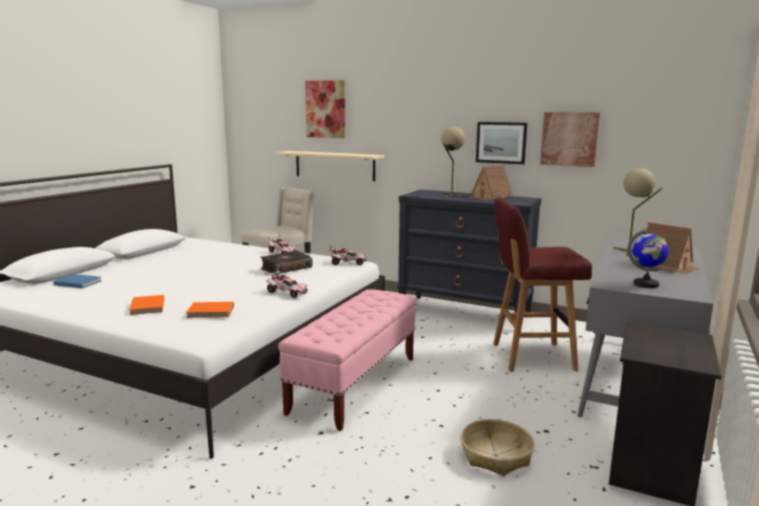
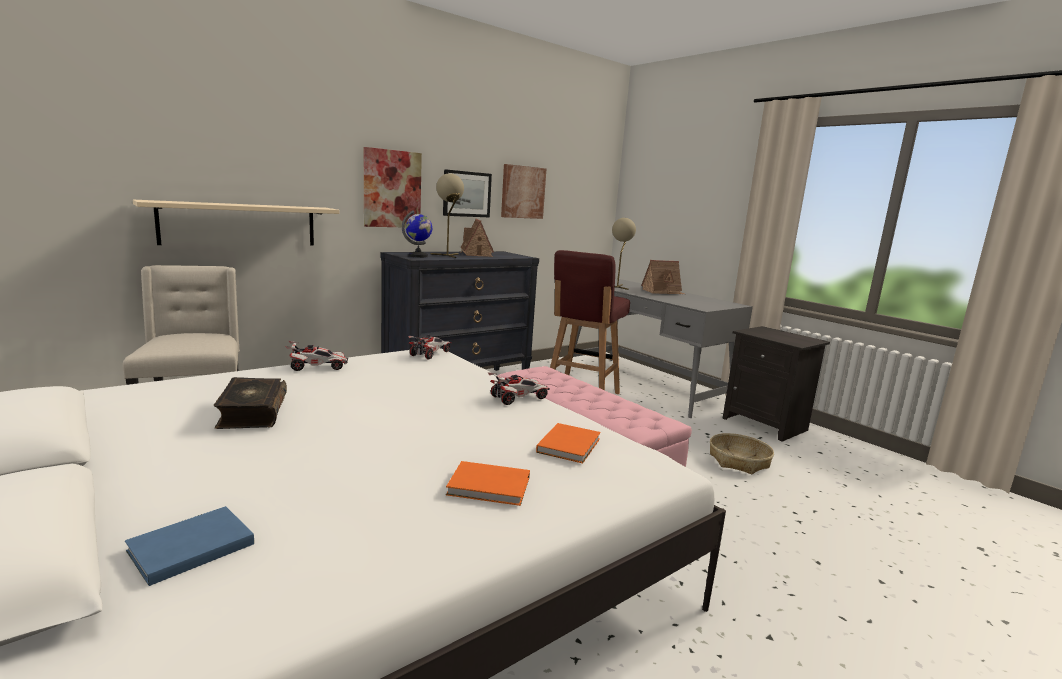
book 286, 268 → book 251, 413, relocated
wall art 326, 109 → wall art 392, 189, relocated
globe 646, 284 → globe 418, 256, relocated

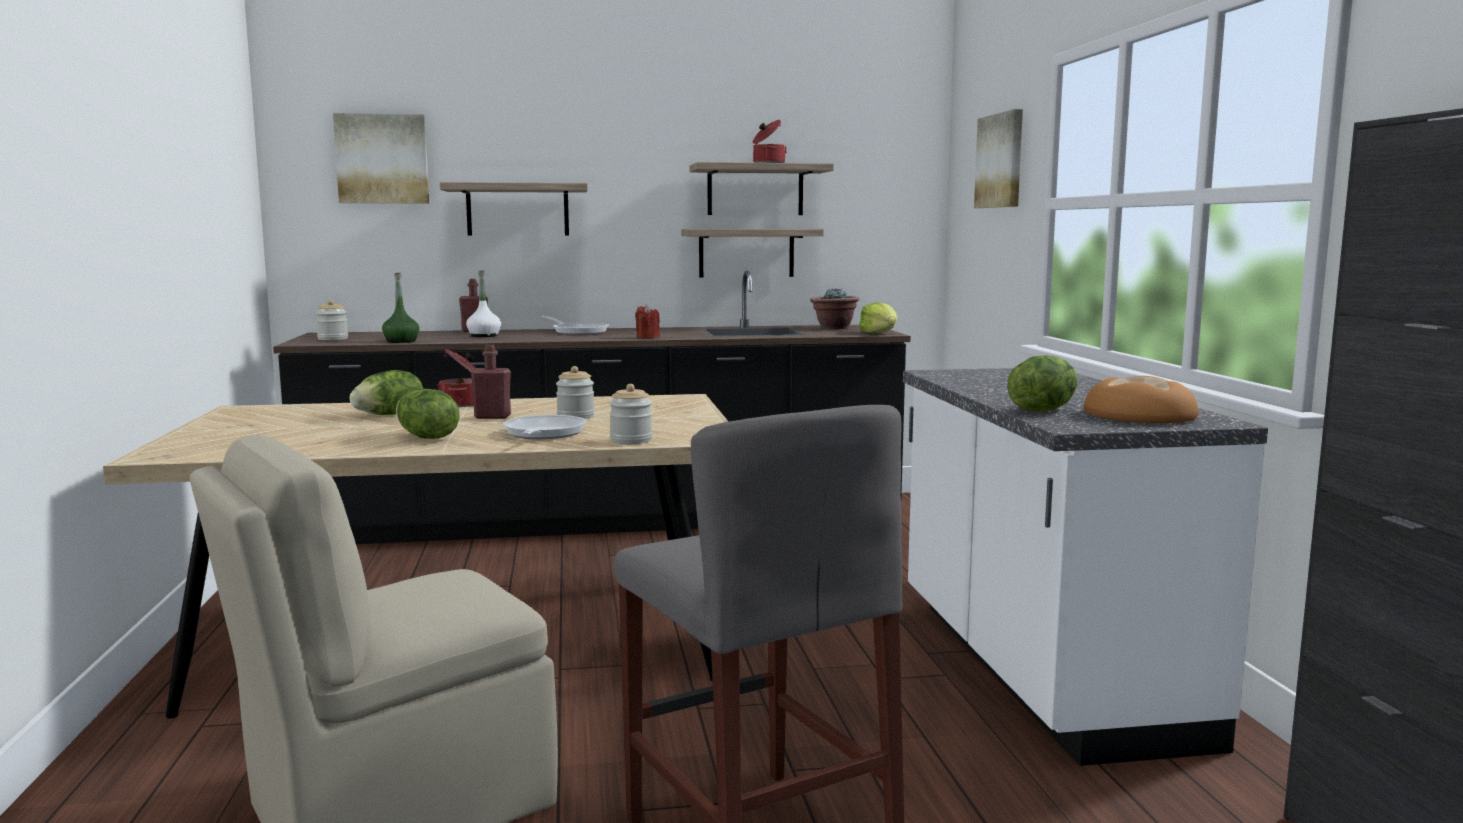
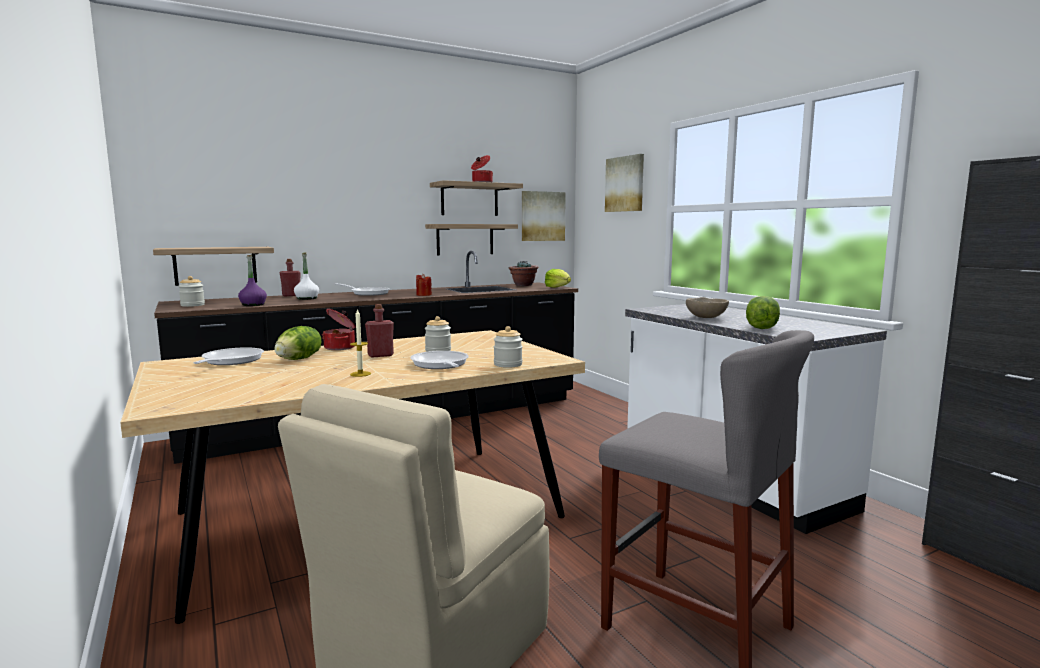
wall art 382, 159 → wall art 542, 216, relocated
drink bottle (green) 401, 341 → drink bottle (purple) 253, 305
lettuce 426, 437 → wax light 360, 374
wall shelf 517, 210 → wall shelf 215, 265, relocated
bread 1138, 415 → -
- → pan 230, 361
- → serving bowl (beige) 706, 318

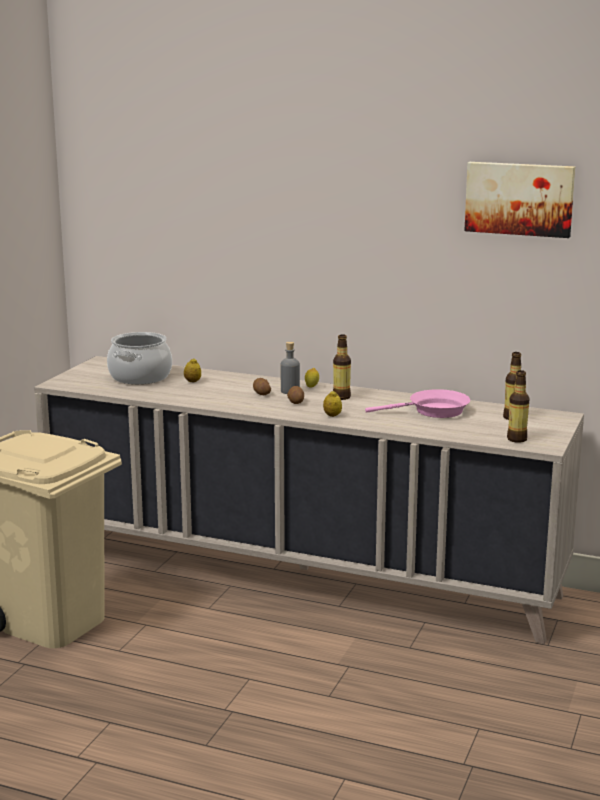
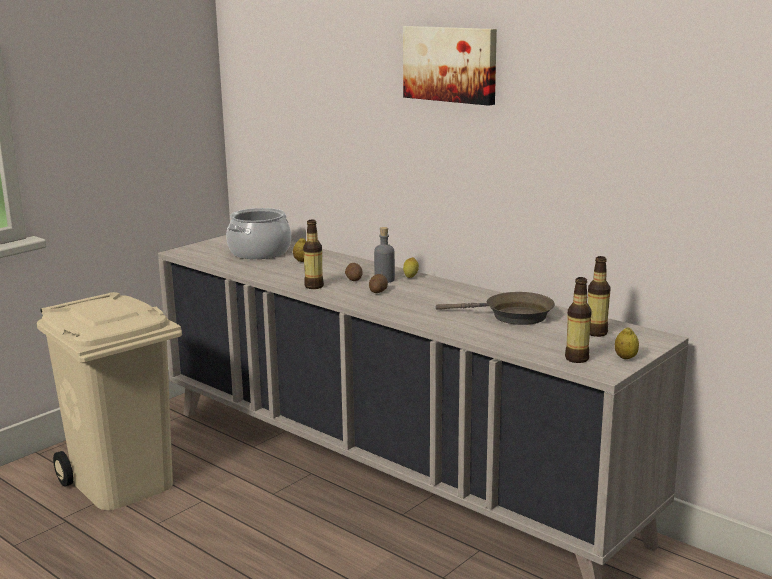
lemon 332, 415 → lemon 625, 358, relocated
drink bottle 341, 397 → drink bottle 314, 286, relocated
pan (pinkish) 433, 411 → pan (brownish) 512, 316
wall art 519, 198 → wall art 451, 64, relocated

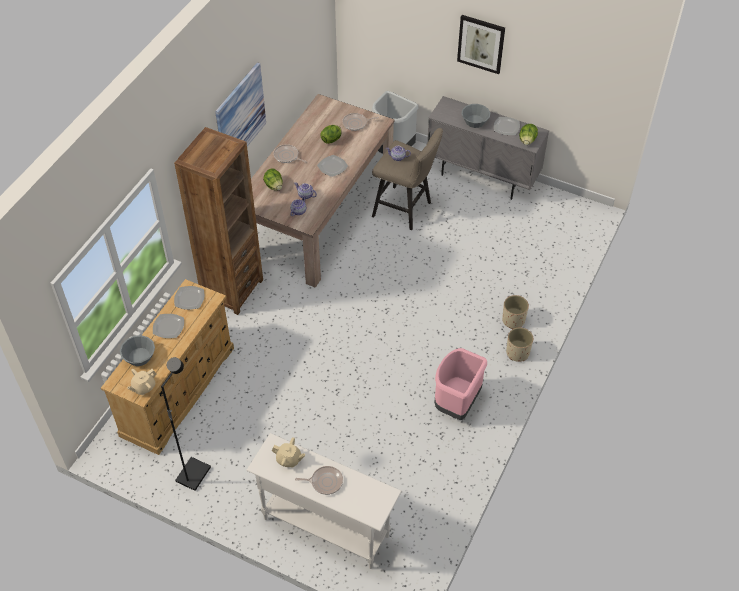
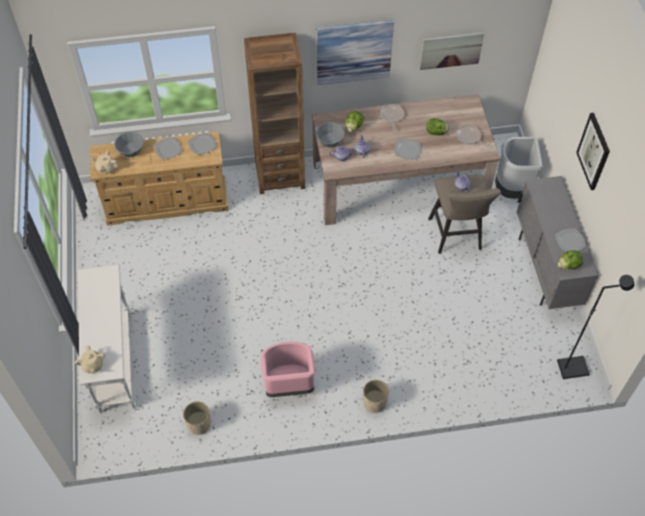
standing lamp (blackish) 193, 474 → standing lamp (blackish) 572, 367, relocated
teapot (beige) 289, 459 → teapot (beige) 92, 365, relocated
pan 325, 482 → -
serving bowl (gray) 475, 121 → serving bowl (gray) 330, 140, relocated
flower pot (beige) 513, 320 → flower pot (beige) 199, 424, relocated
- → wall art 451, 50

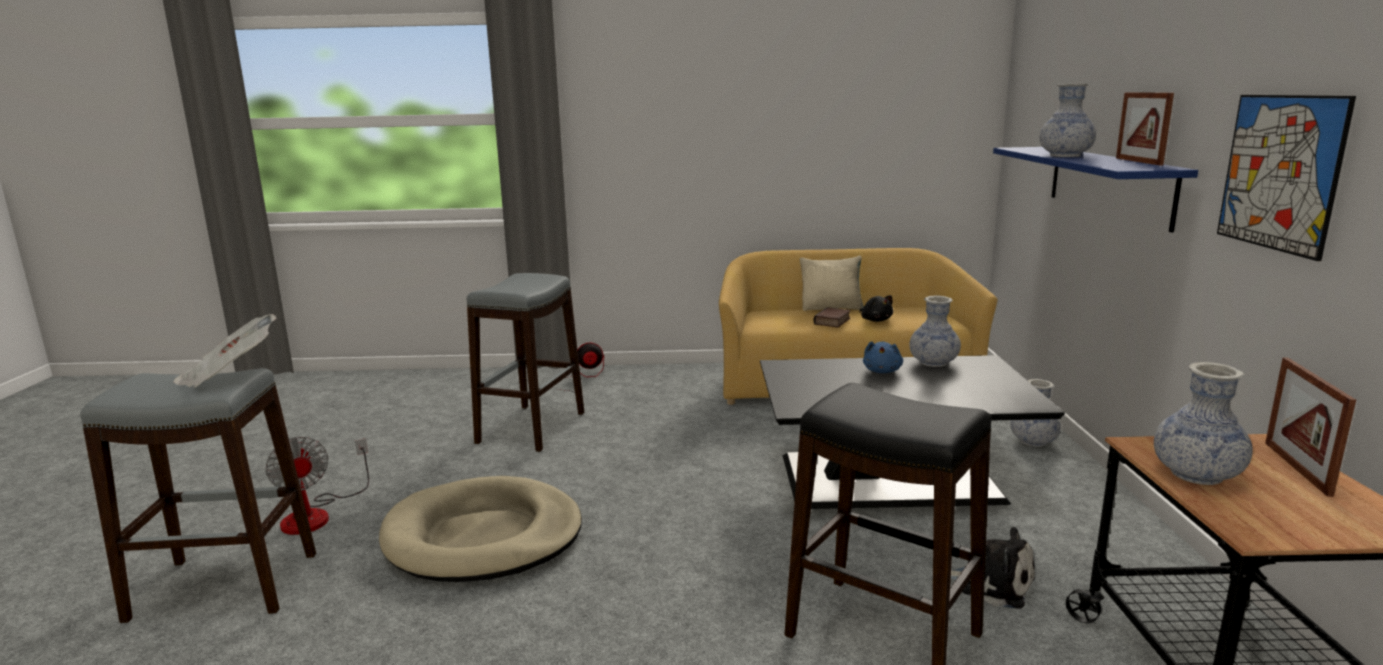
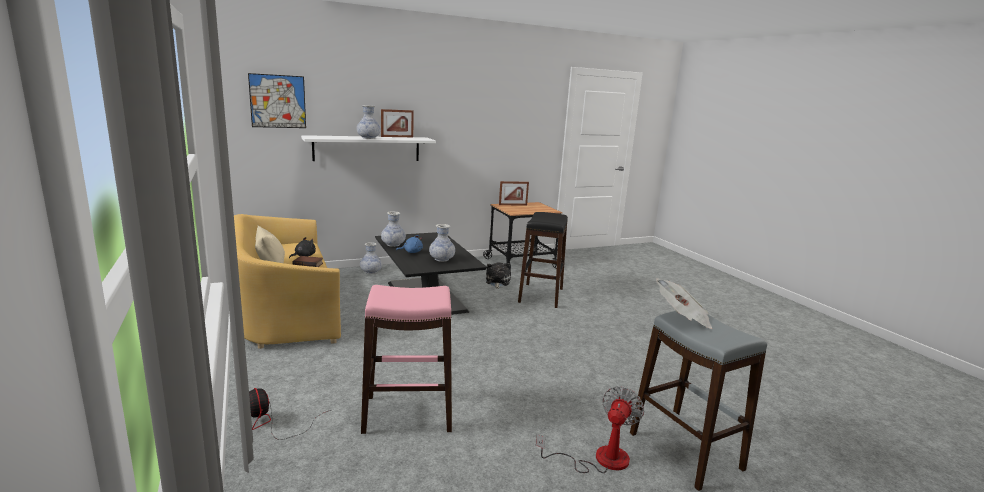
dog cushion (beige) 483, 536 → -
sitting stool (gray) 531, 428 → sitting stool (pinkish) 408, 413
wall shelf (bluish) 1108, 184 → wall shelf (white) 367, 148
vase 1196, 475 → vase 441, 259, relocated
wall art 1280, 172 → wall art 278, 101, relocated

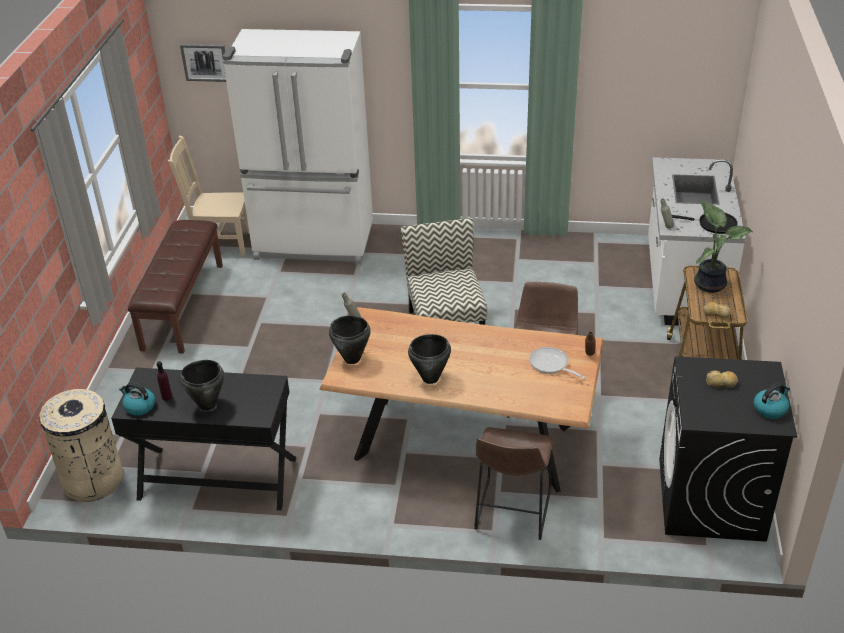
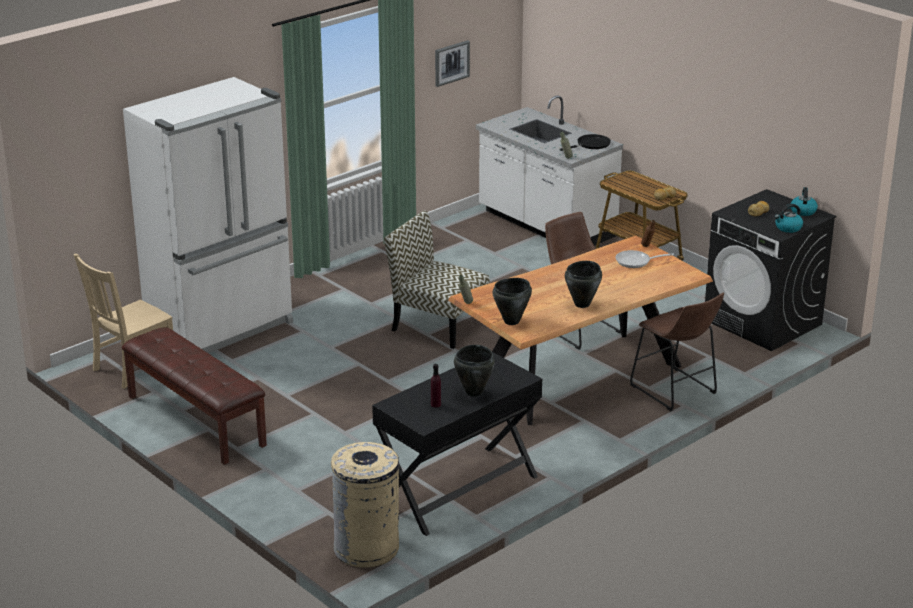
tea kettle 139, 406 → tea kettle 788, 228, relocated
wall art 205, 62 → wall art 451, 63, relocated
houseplant 710, 283 → -

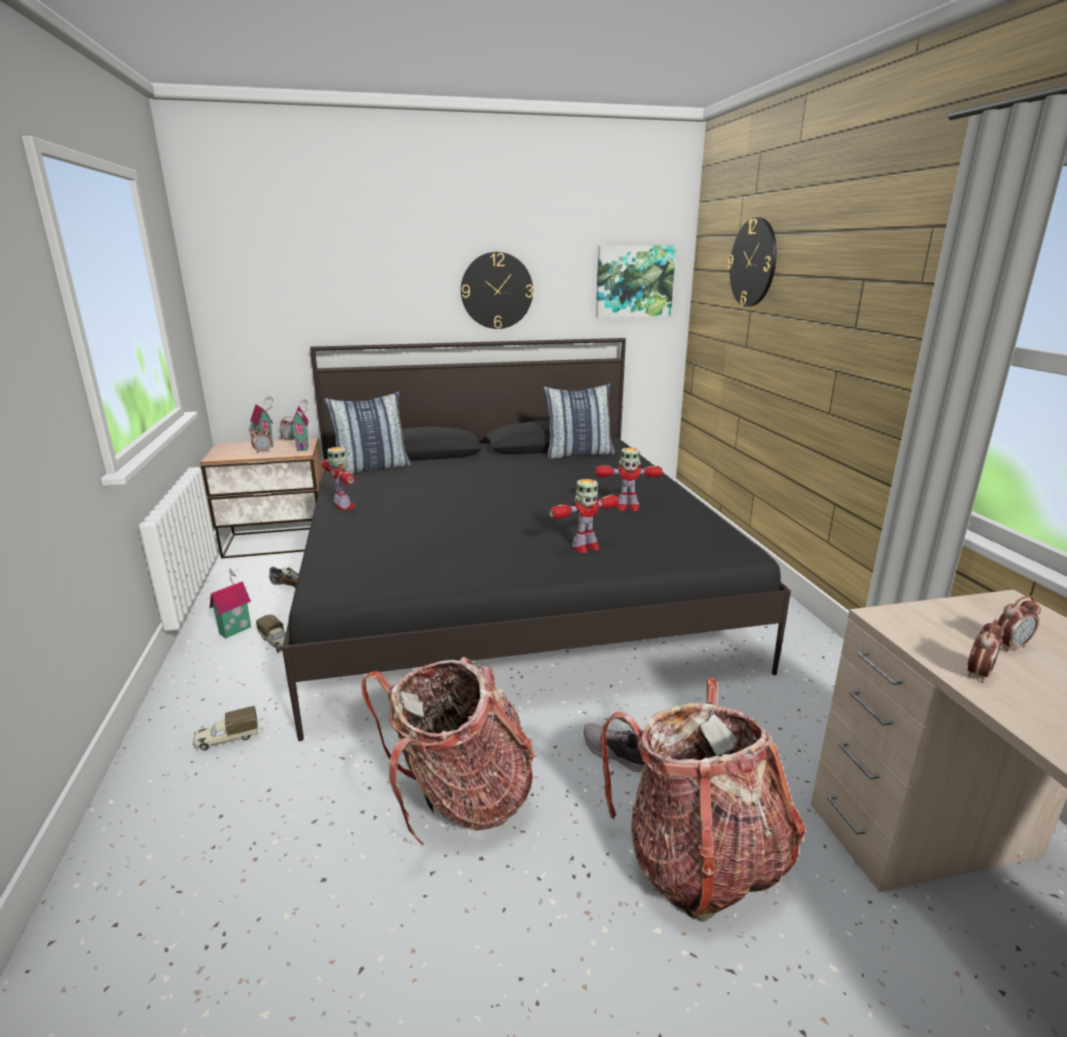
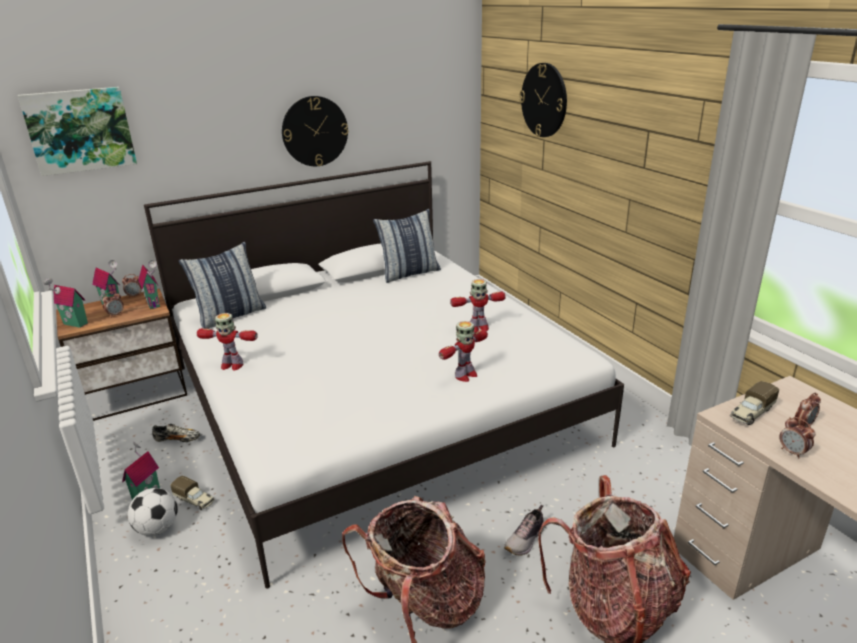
toy truck 227, 739 → toy truck 751, 413, relocated
sleeping bed (blackish) 508, 584 → sleeping bed (white) 375, 402
robot figure 343, 506 → robot figure 231, 365, 150 degrees clockwise
low shoe 616, 754 → low shoe 525, 540, 75 degrees counterclockwise
wall art 634, 281 → wall art 80, 130, relocated
alarm clock 978, 674 → alarm clock 792, 452, 120 degrees clockwise
- → miniature house 74, 324
- → ball for football 157, 528

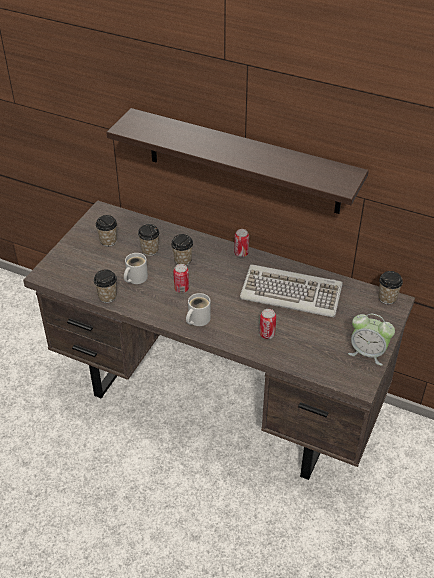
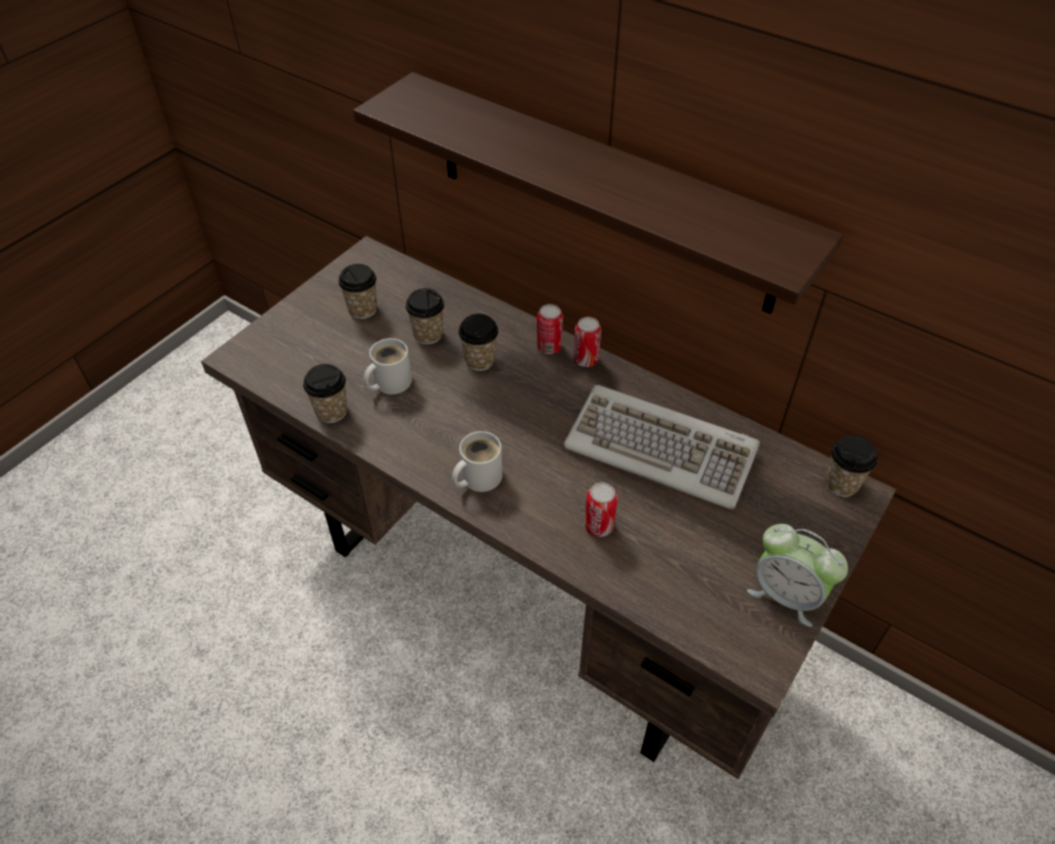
sealed can 181, 289 → sealed can 549, 347, relocated

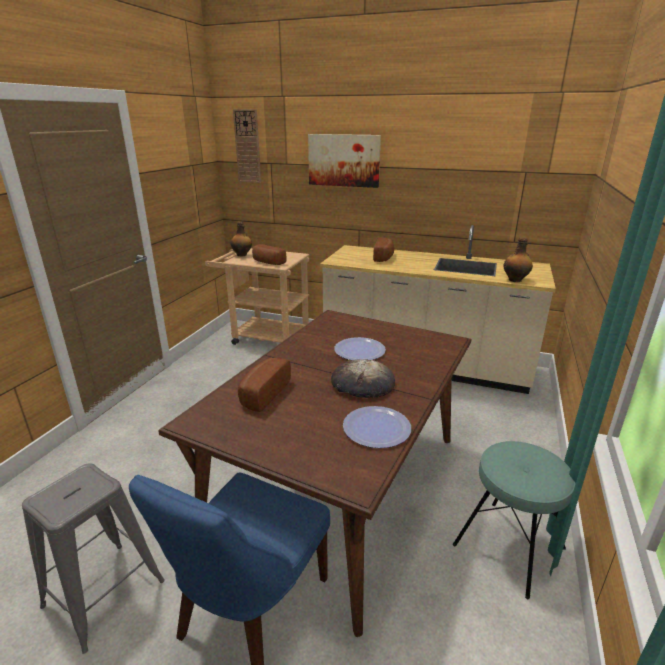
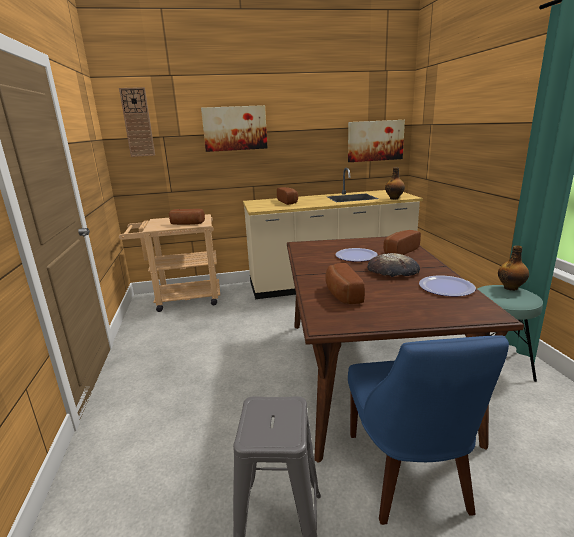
drink bottle 242, 255 → drink bottle 511, 288, relocated
- → wall art 375, 140
- → bread 399, 251

